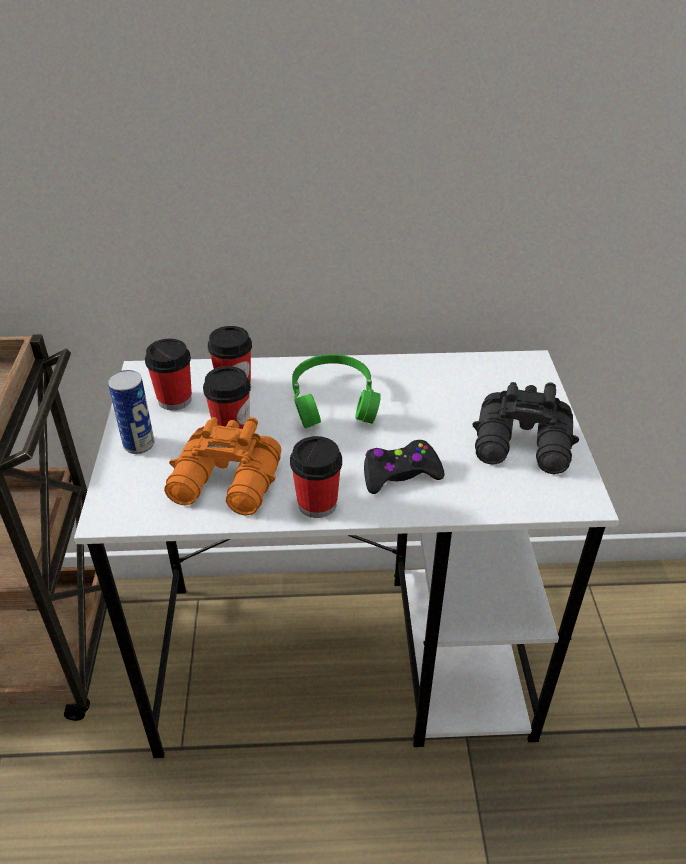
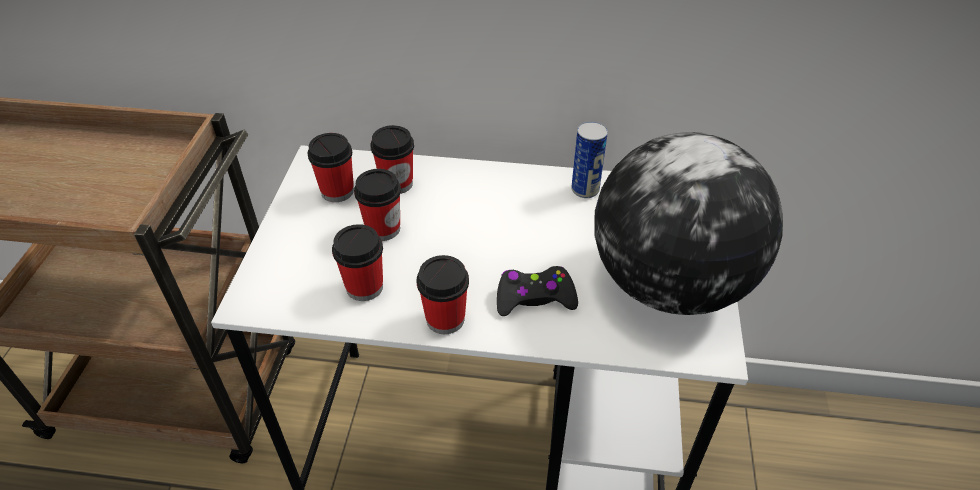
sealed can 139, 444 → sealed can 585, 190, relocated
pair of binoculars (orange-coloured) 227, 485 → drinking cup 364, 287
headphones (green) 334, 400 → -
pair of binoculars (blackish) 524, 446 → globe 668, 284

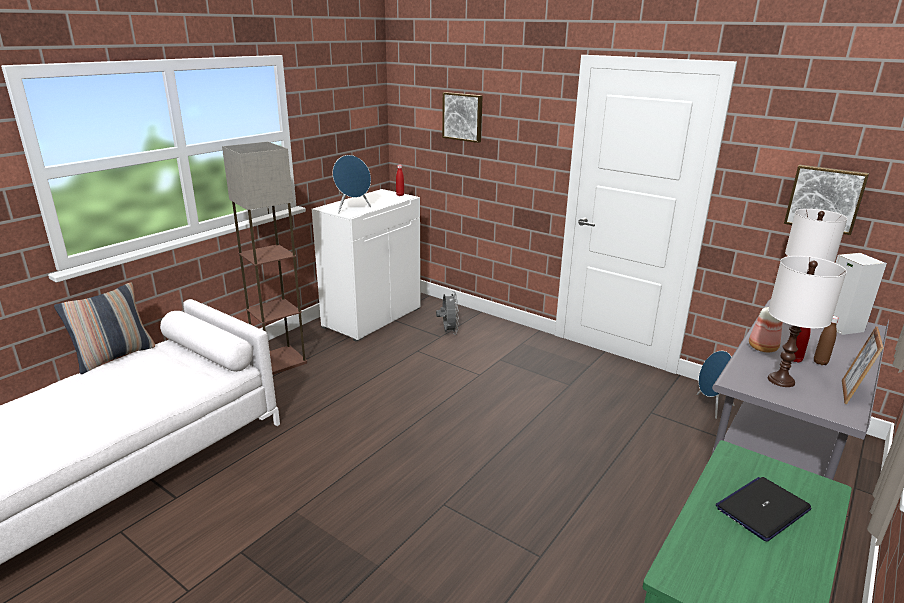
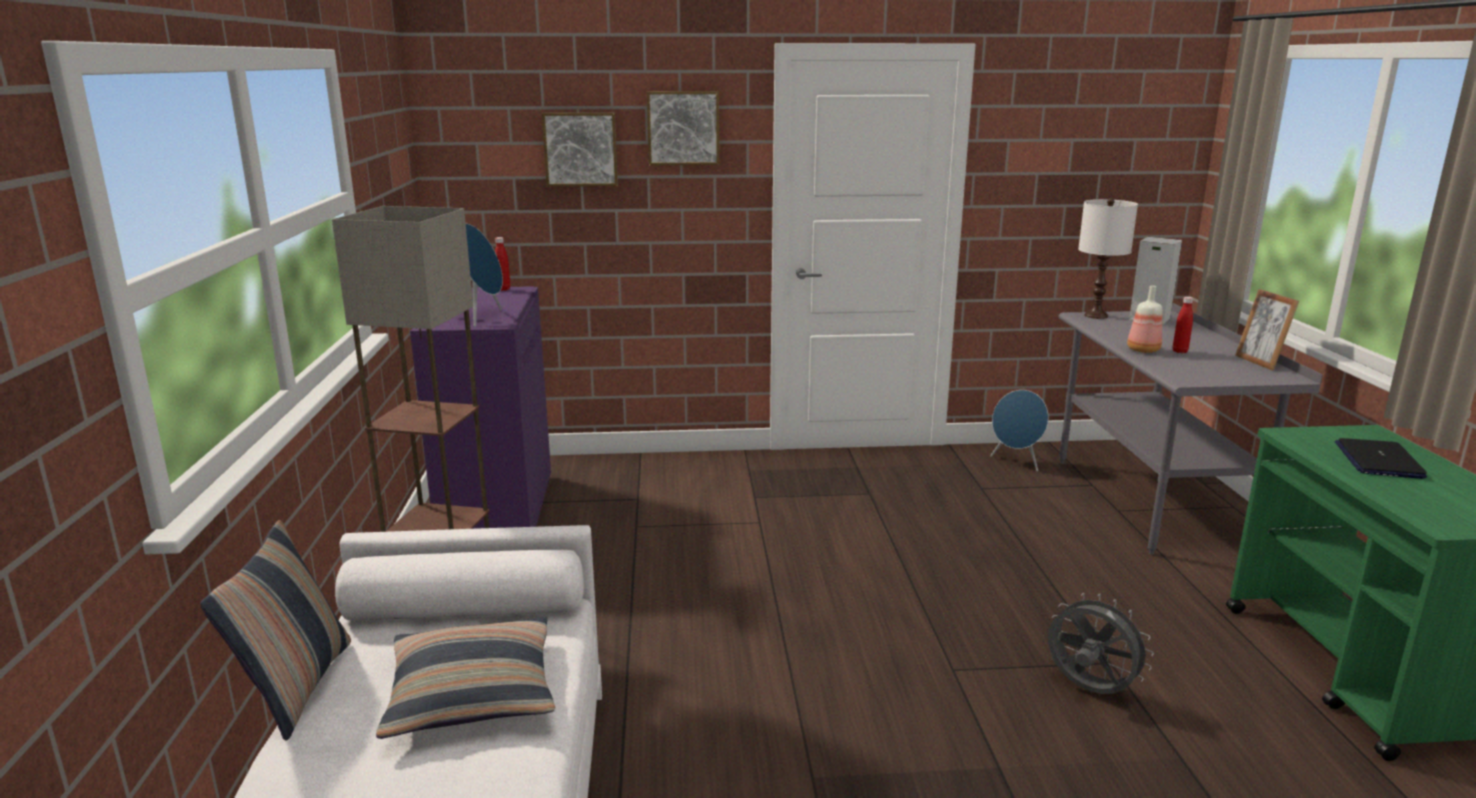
cabinet (white) 372, 317 → cabinet (purple) 496, 510
fan (gray) 448, 332 → fan (gray) 1088, 690, relocated
lamp for a table (white) 780, 380 → -
wall art 825, 198 → wall art 683, 128, relocated
drink bottle (brownish) 820, 362 → -
- → pillow 472, 693

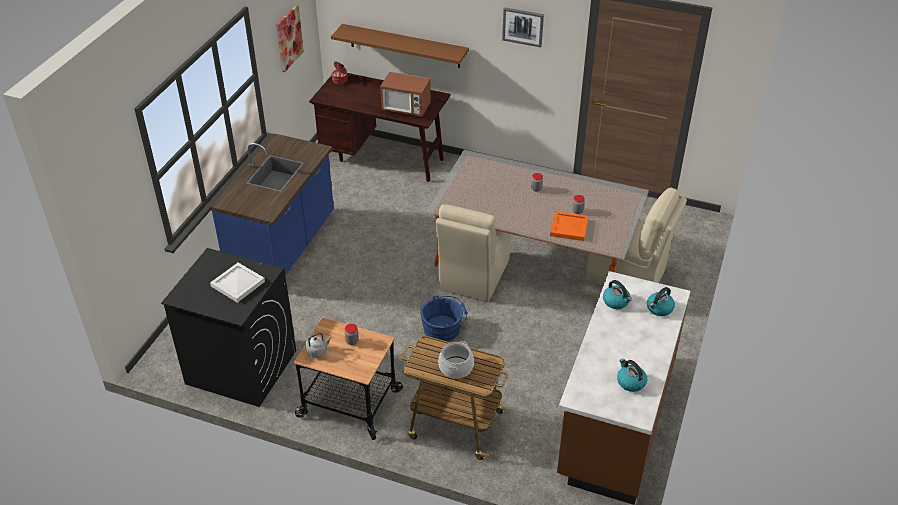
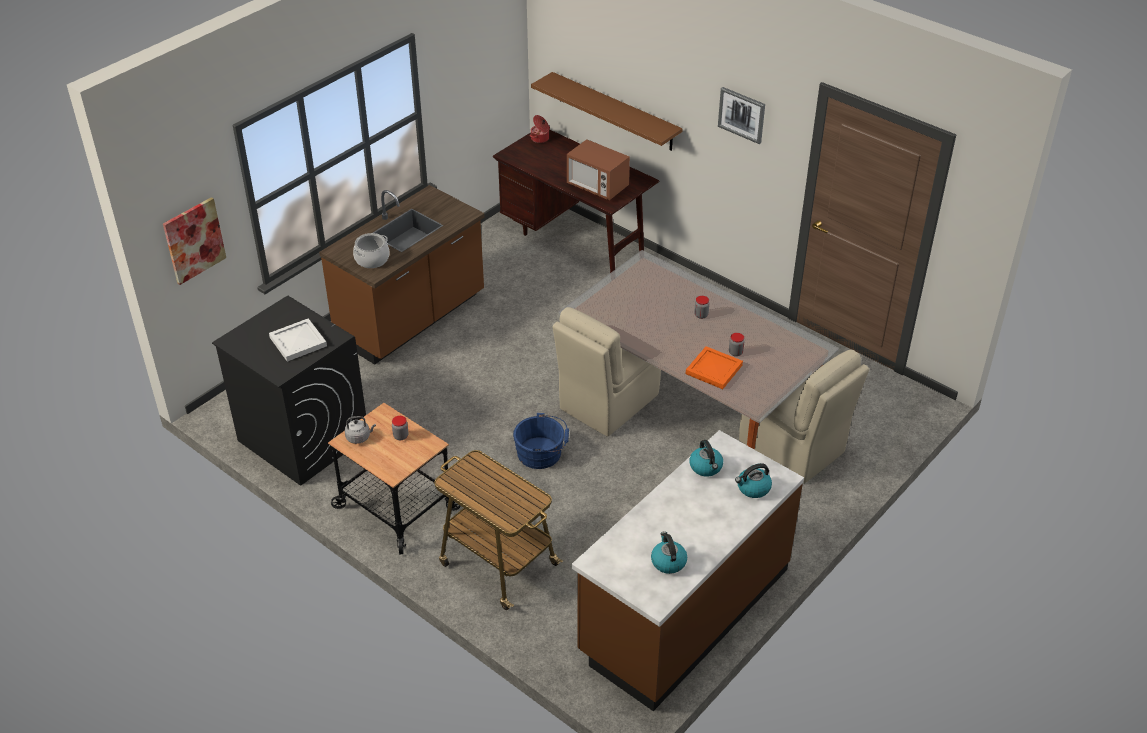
counter (bluish) 284, 248 → counter (brownish) 412, 319
wall art 289, 38 → wall art 194, 240, relocated
stockpot 456, 367 → stockpot 372, 259, relocated

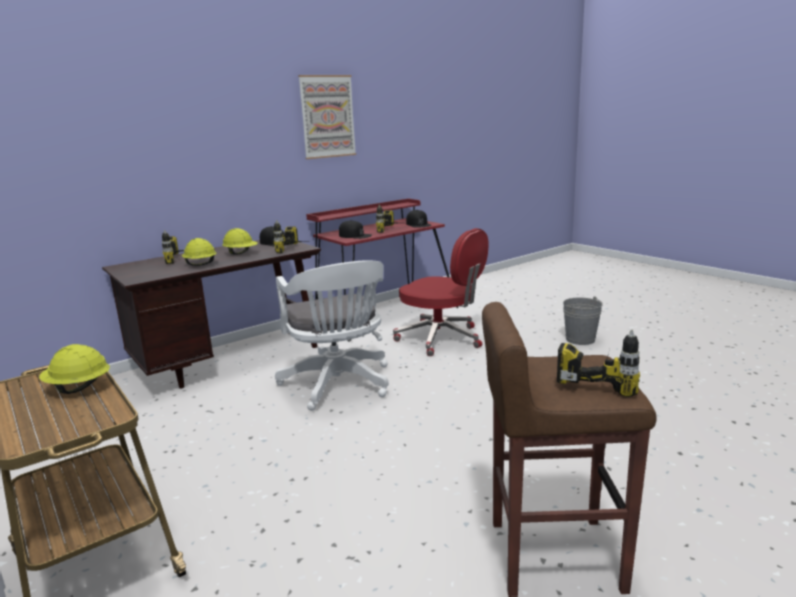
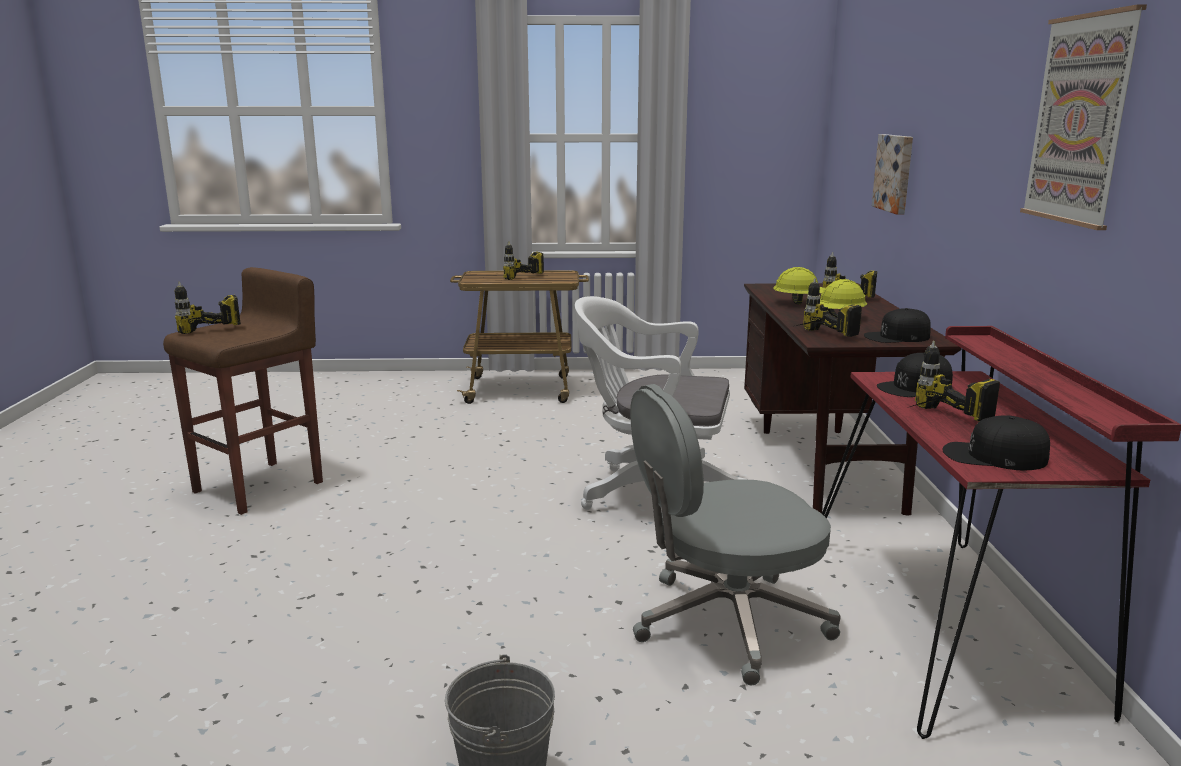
hard hat (yellowish) 78, 388 → electric drill 530, 280
office chair (red) 441, 339 → office chair (gray) 726, 622
- → wall art 895, 173

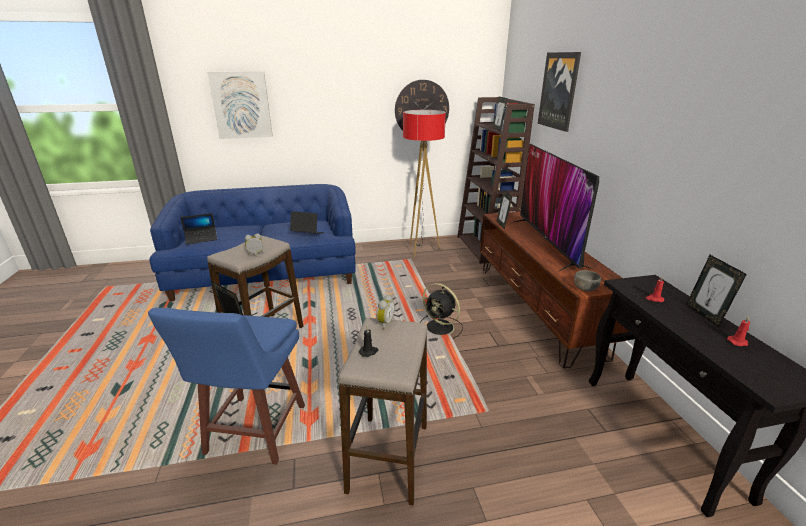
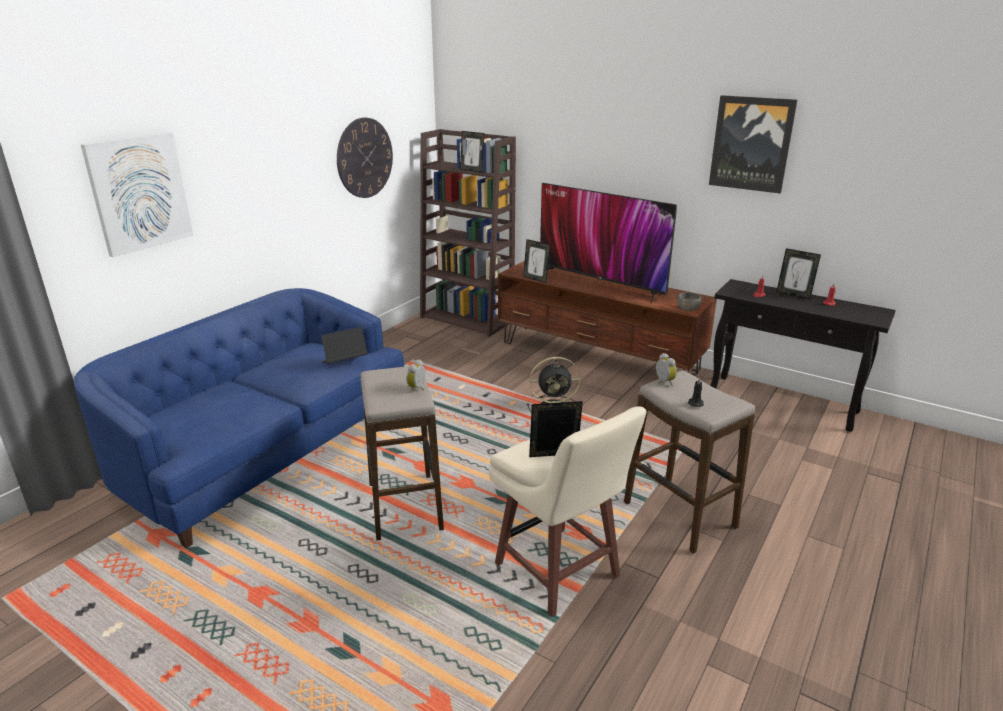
sitting stool (bluish) 254, 431 → sitting stool (beige) 558, 572
notebook computer 201, 239 → -
standing lamp 421, 250 → -
wall art 559, 91 → wall art 751, 144, relocated

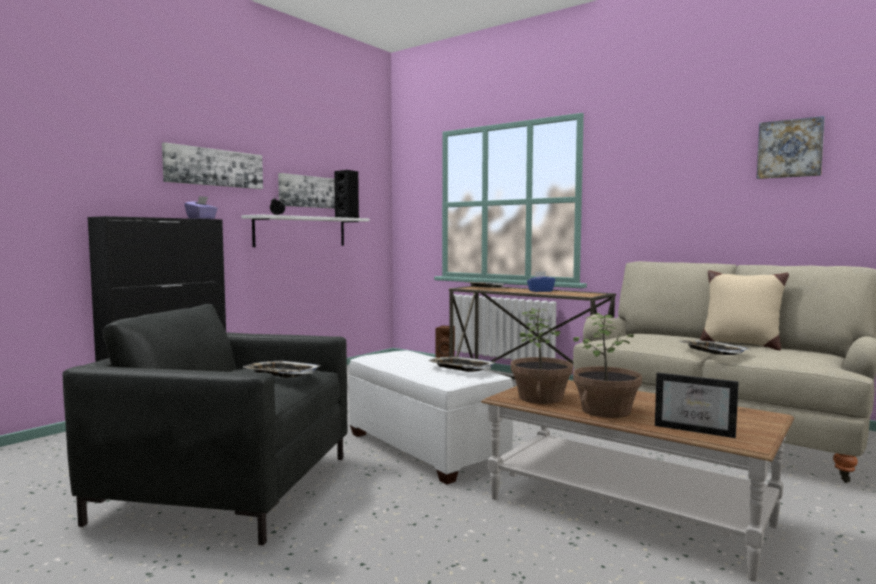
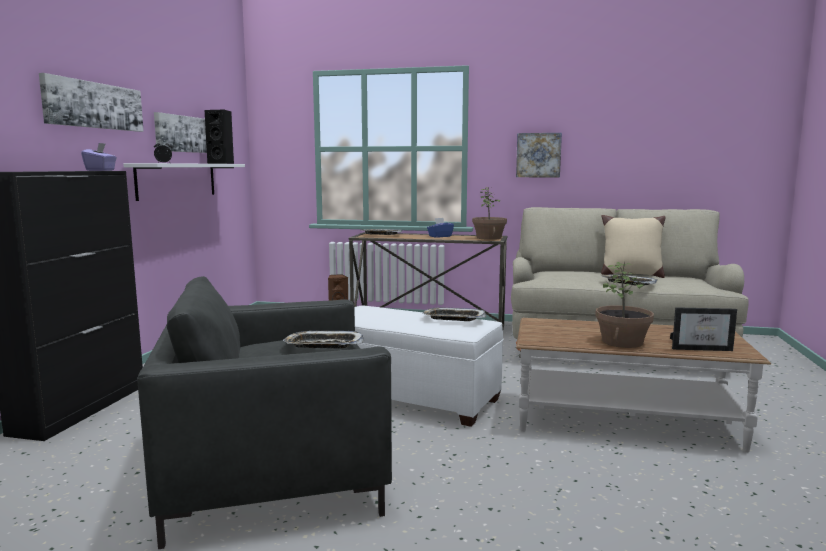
houseplant 541, 398 → houseplant 489, 238, relocated
wall art 790, 149 → wall art 538, 155, relocated

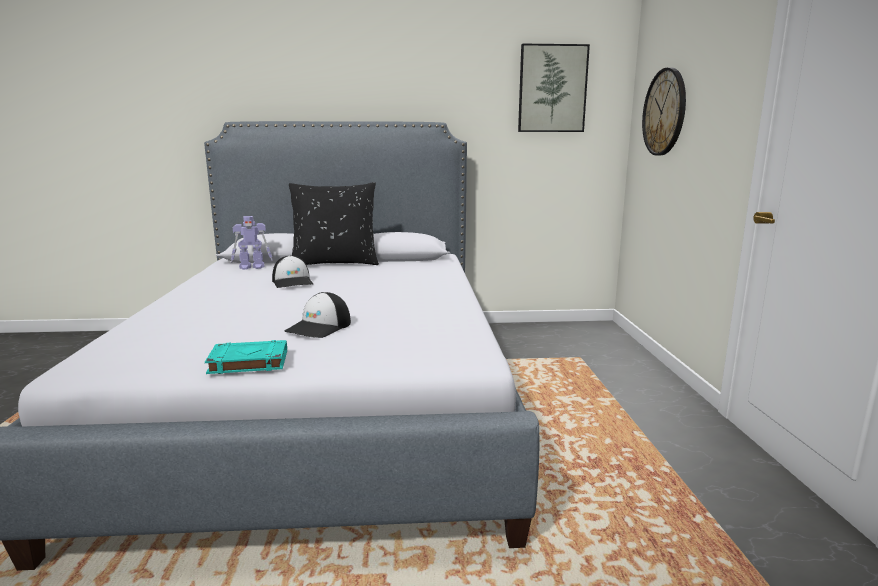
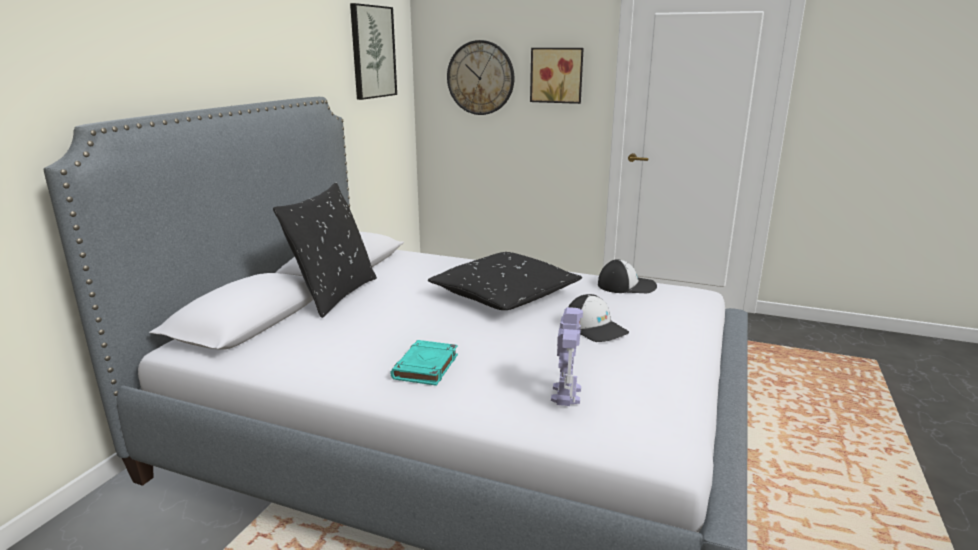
book (blue-green) 247, 362 → book (blue-green) 425, 367, relocated
robot figure 252, 267 → robot figure 566, 393, relocated
baseball cap 293, 282 → baseball cap 627, 286, relocated
- → pillow (blackish) 504, 295
- → wall art 557, 75

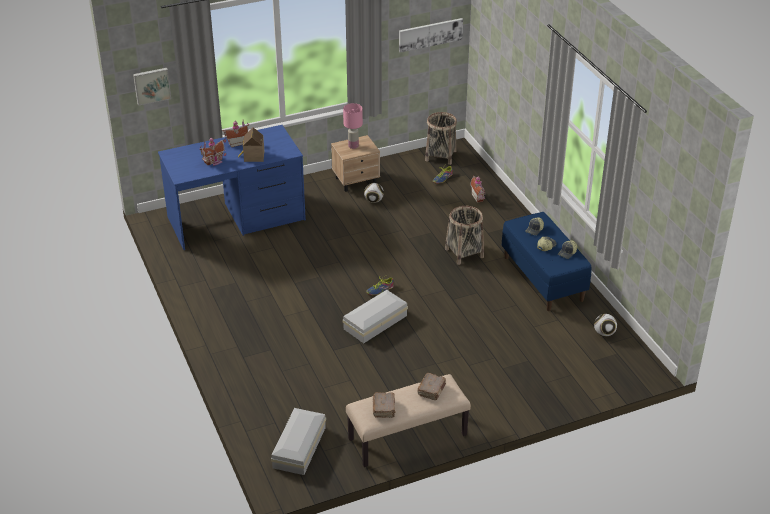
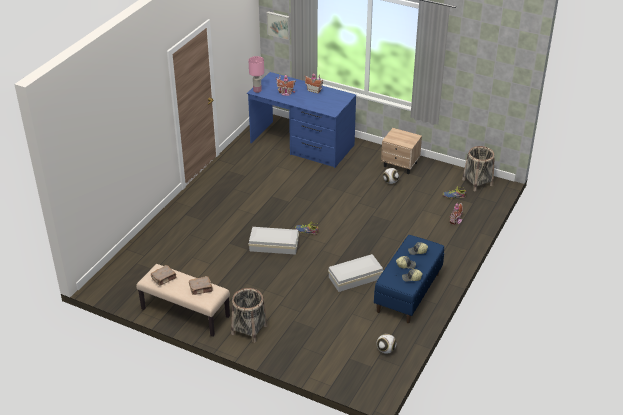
miniature house 253, 156 → -
storage box (white) 298, 448 → storage box (white) 354, 277, relocated
lamp for a table (pinkish) 353, 146 → lamp for a table (pinkish) 257, 90, relocated
wall art 430, 34 → -
storage basket 464, 253 → storage basket 249, 329, relocated

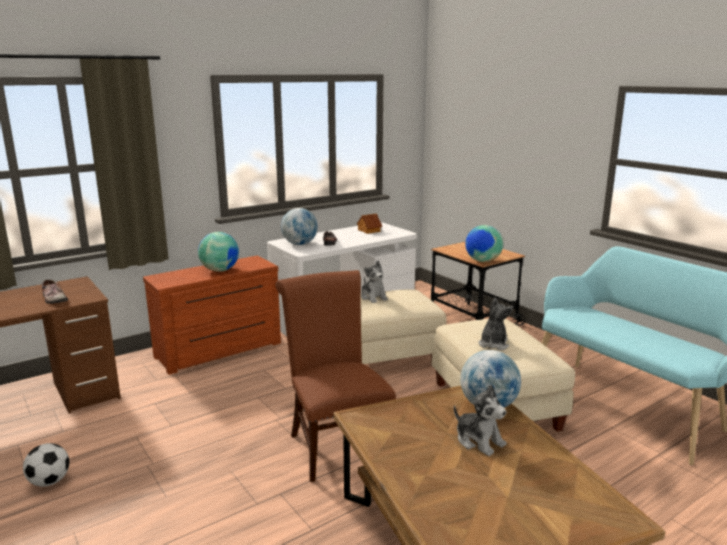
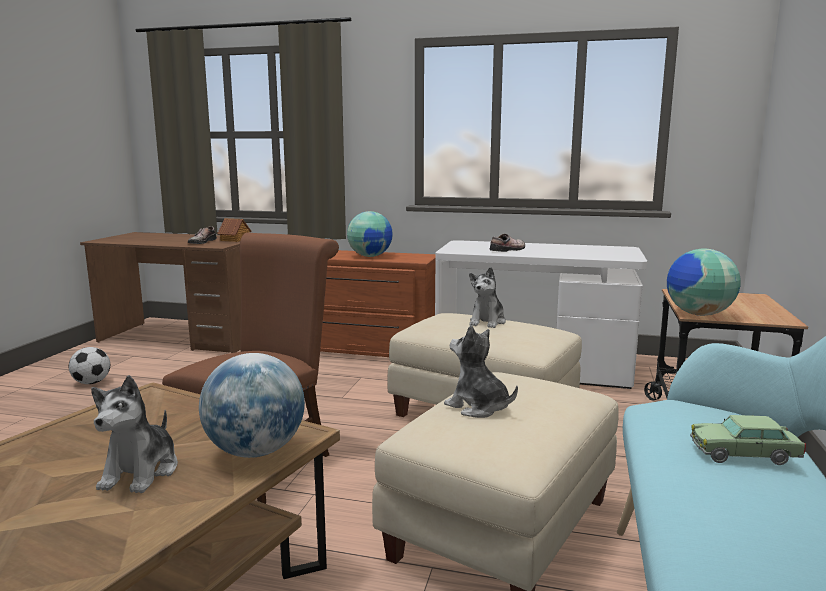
globe 299, 244 → -
miniature house 368, 230 → miniature house 234, 239, relocated
plush toy 493, 344 → plush toy 478, 407, 120 degrees counterclockwise
- → model car 744, 454

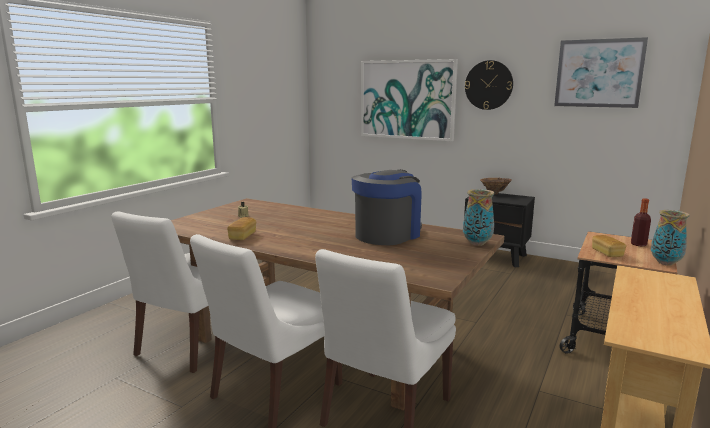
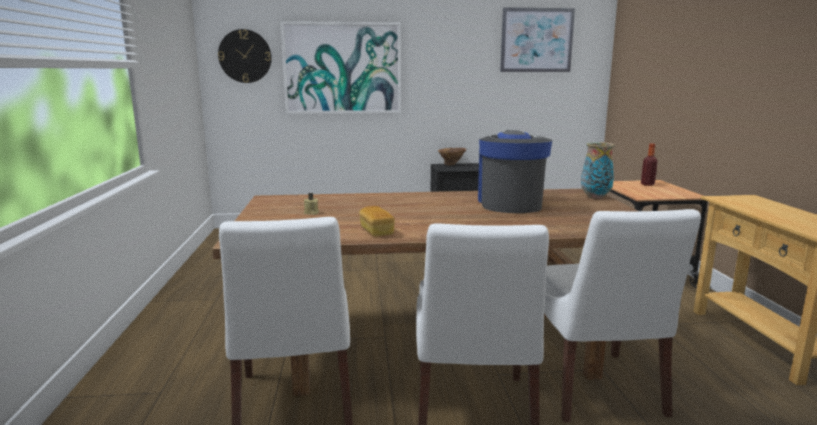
hanging clock 488, 85 → hanging clock 245, 56, relocated
bread 607, 253 → -
vase 665, 263 → -

